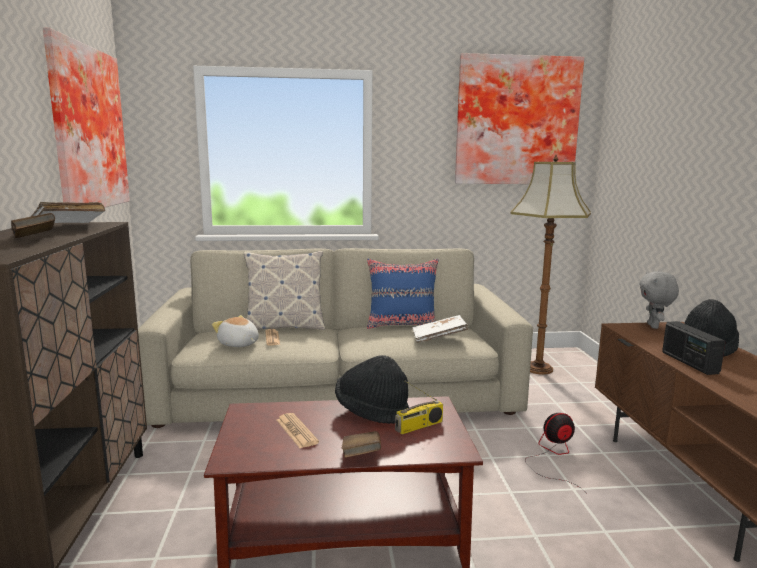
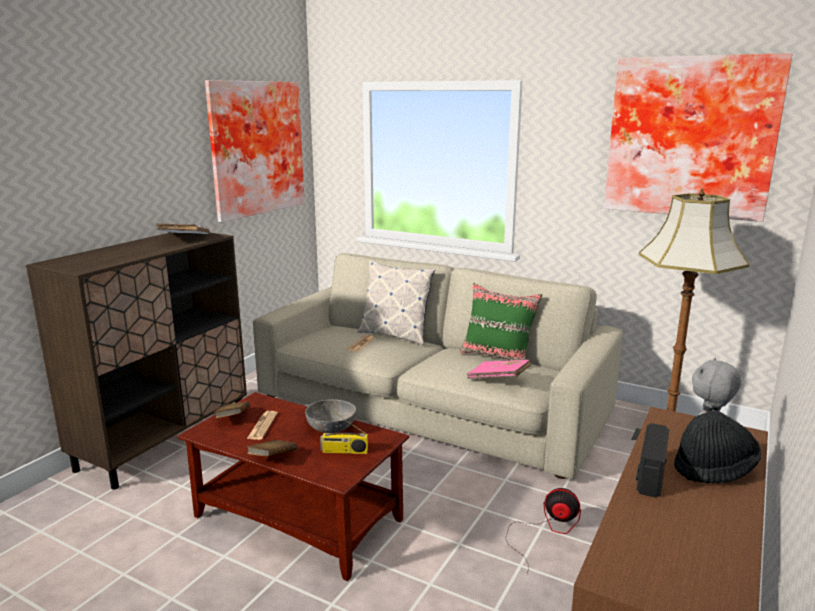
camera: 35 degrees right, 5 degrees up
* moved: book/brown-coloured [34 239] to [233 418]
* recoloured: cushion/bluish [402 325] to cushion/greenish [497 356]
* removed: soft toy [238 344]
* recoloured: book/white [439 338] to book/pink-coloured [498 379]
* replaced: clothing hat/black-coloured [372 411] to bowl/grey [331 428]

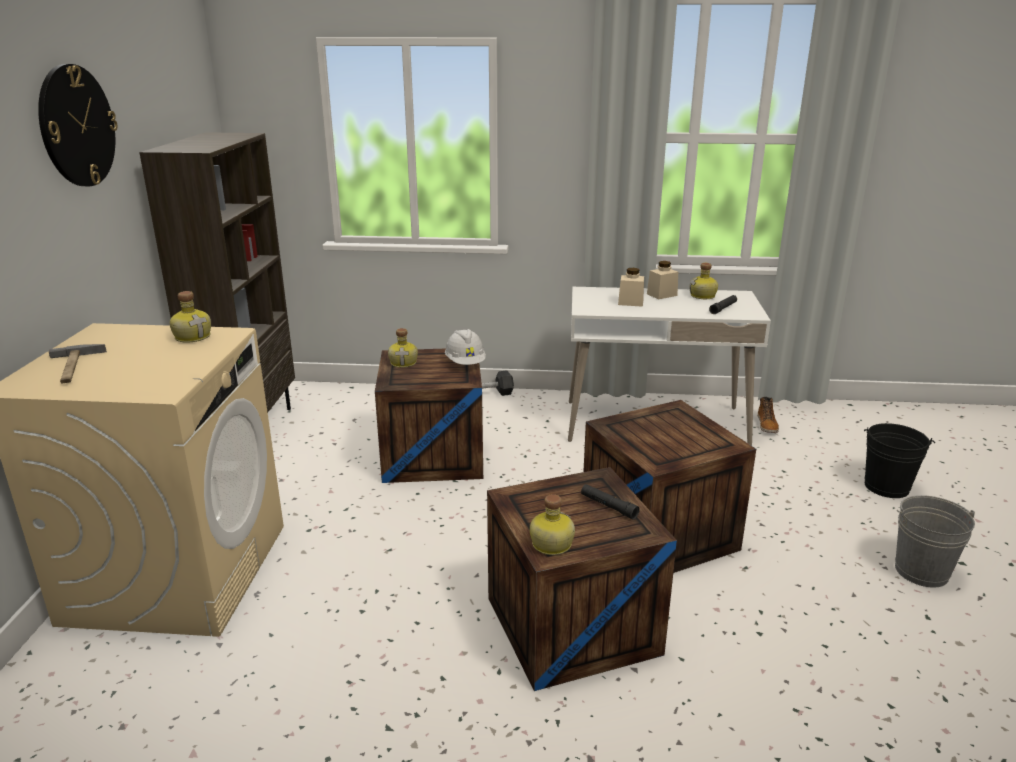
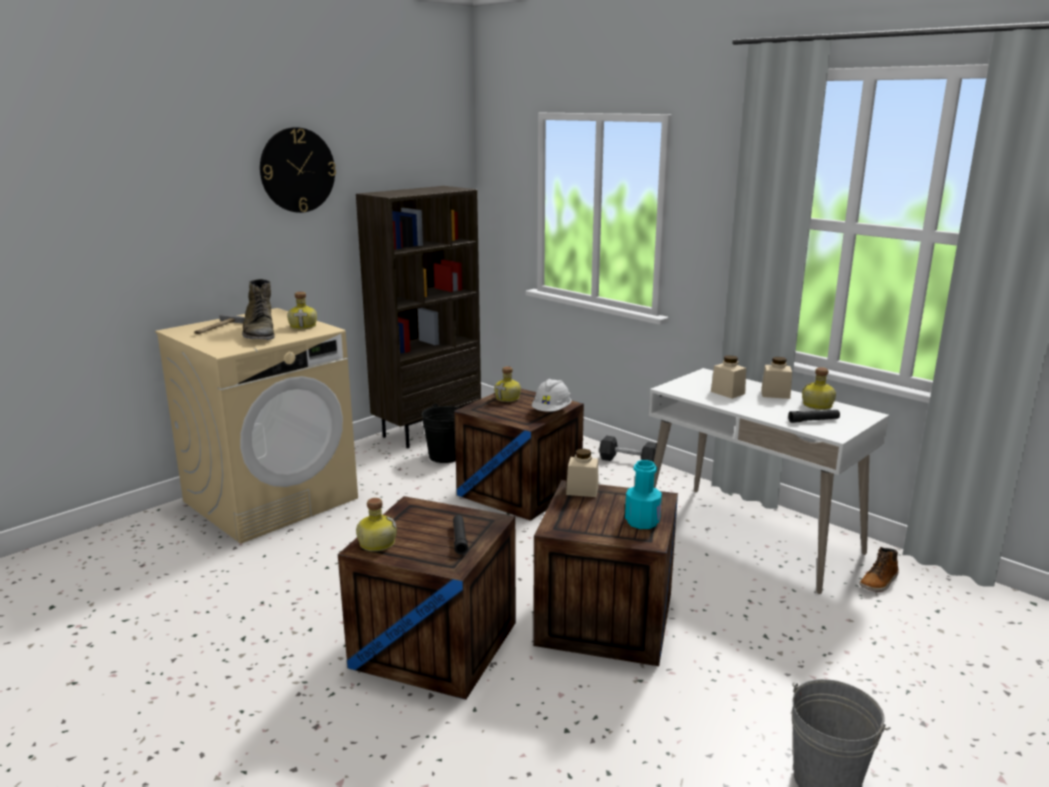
camera: 40 degrees right, 5 degrees down
* moved: bucket/black-coloured [886 486] to [445 456]
* added: high-top boot/greenish [260 333]
* added: storage jar/beige [582 490]
* added: drink bottle/blue-green [642 522]

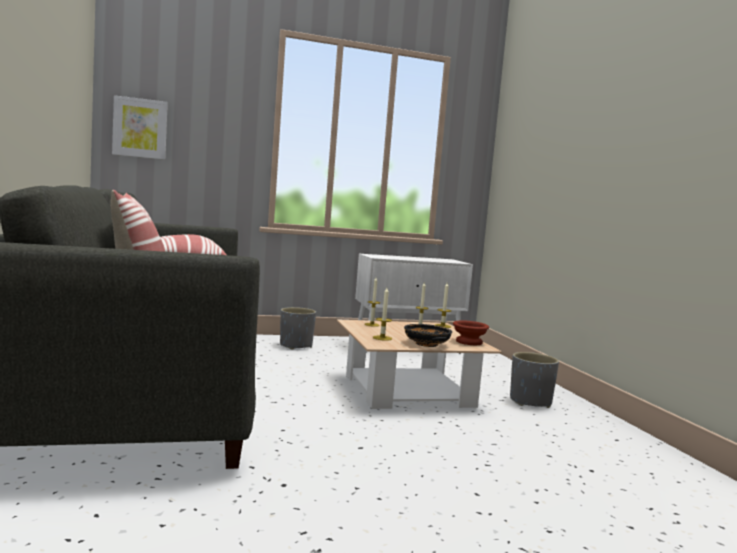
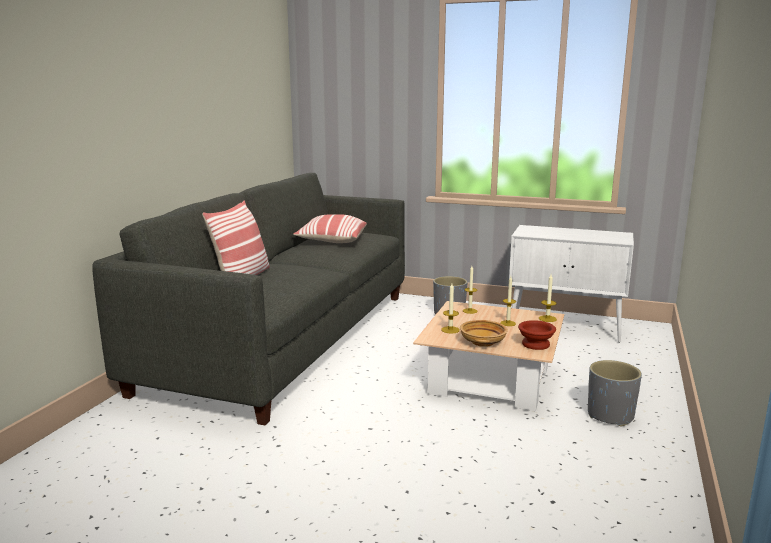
camera: 35 degrees right, 10 degrees up
* removed: wall art [140 128]
* recoloured: bowl/black-coloured [427 344] to bowl/beige [483 342]

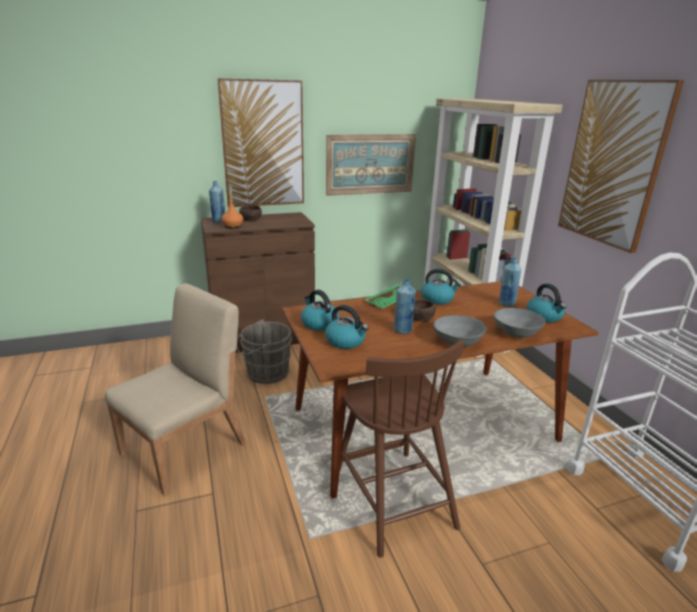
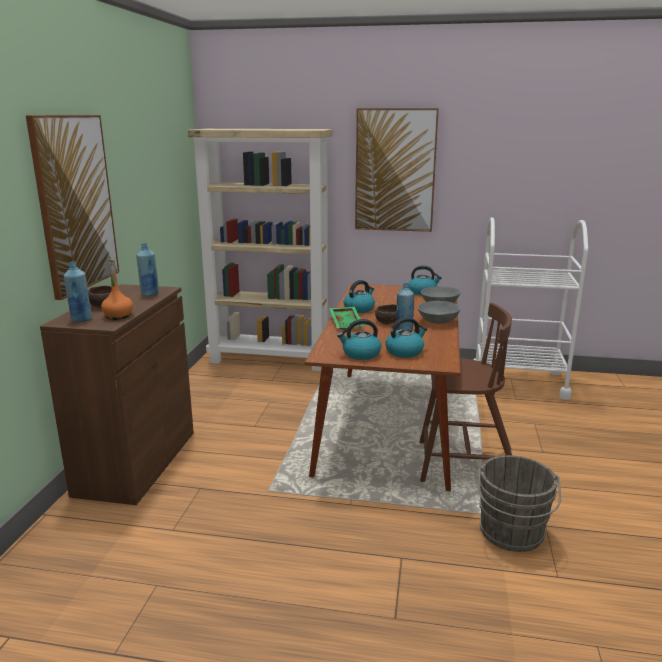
camera: 60 degrees left, 5 degrees down
* removed: wall art [370 164]
* moved: drink bottle/bluish [506 304] to [149 294]
* removed: upright chair/beige [186 447]
* moved: bucket/grey [265 373] to [511 534]

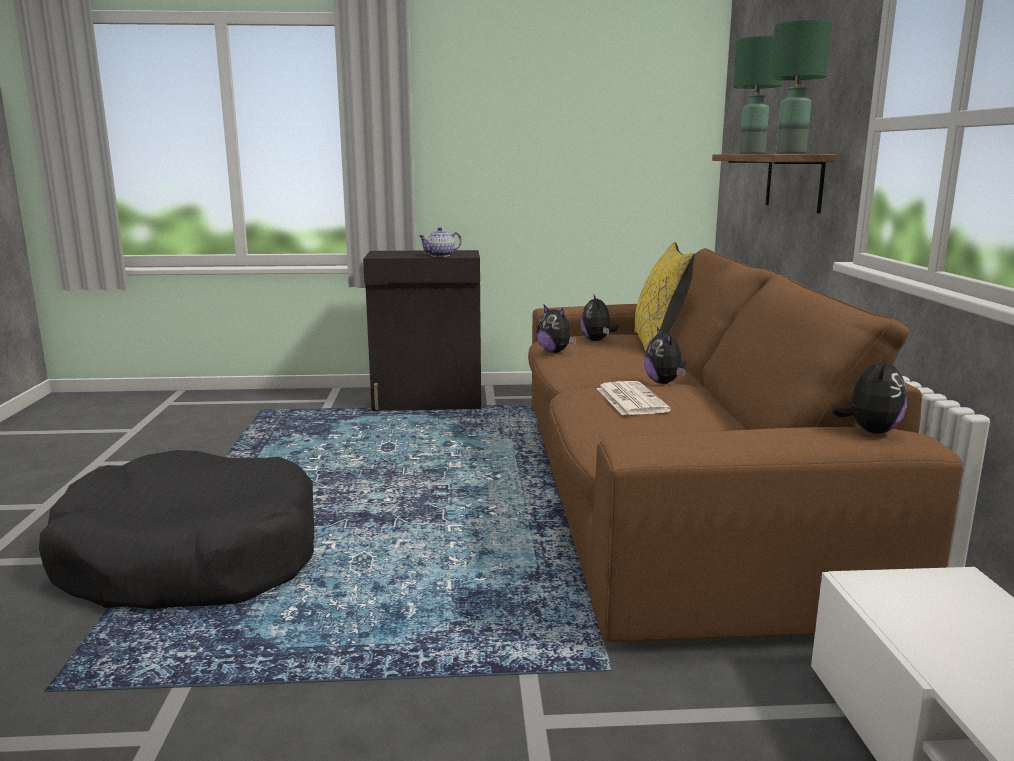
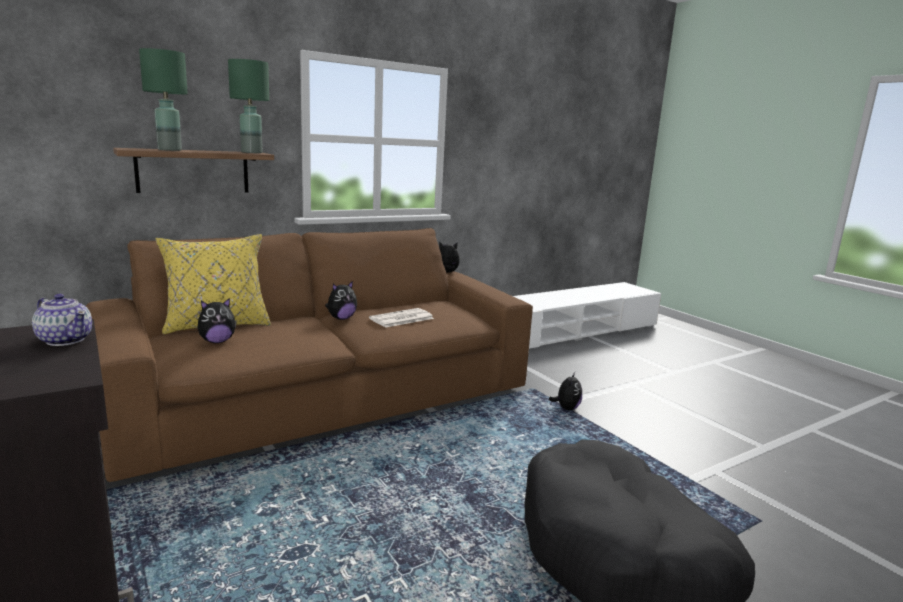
camera: 120 degrees left, 0 degrees up
* moved: soft toy [555 352] to [566 408]

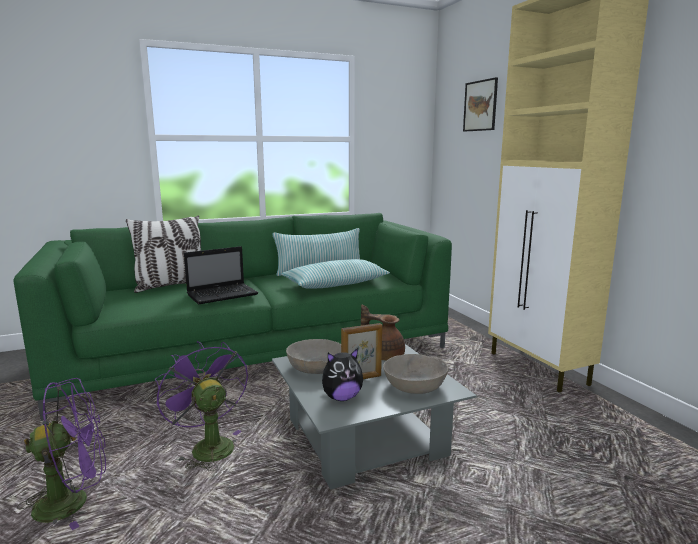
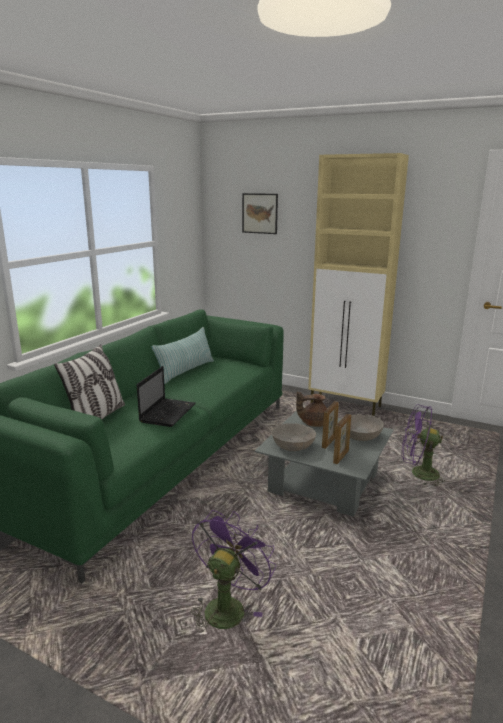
camera: 40 degrees left, 5 degrees up
* removed: cushion [336 284]
* moved: electric fan/purple [207 446] to [418 473]
* replaced: soft toy [341 397] to photo frame [341 457]

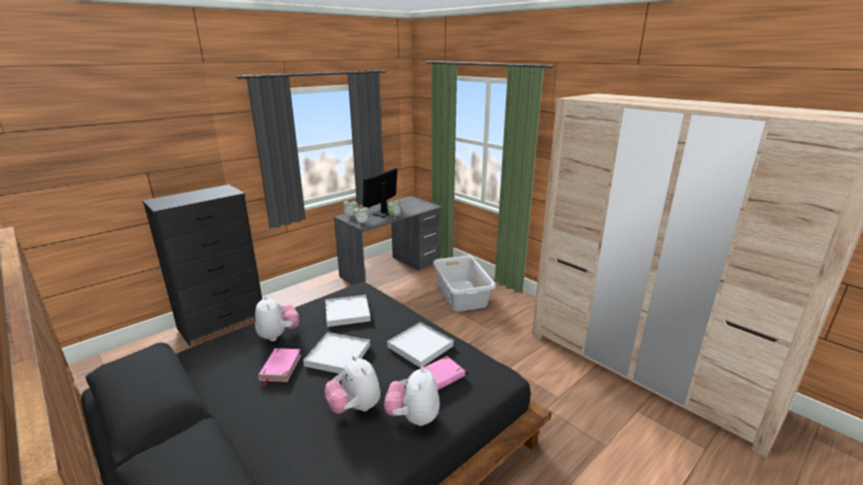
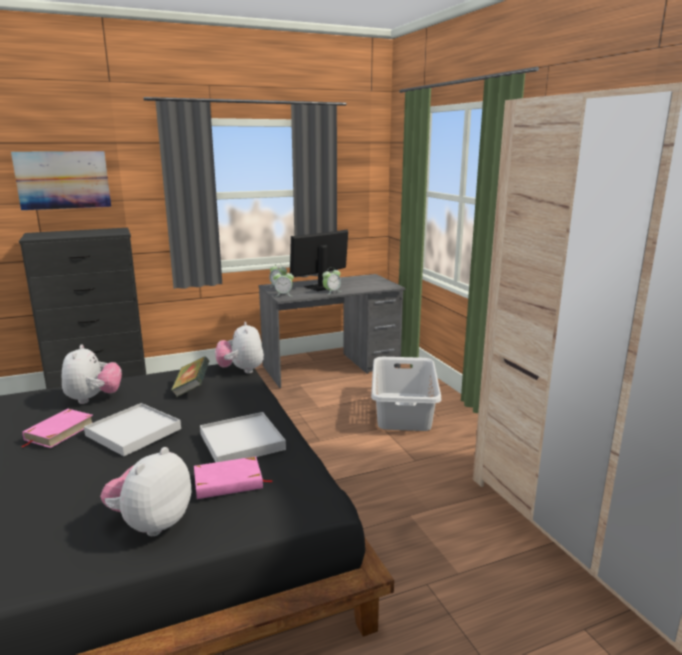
camera: 20 degrees right, 5 degrees down
* replaced: carrying tray/white [347 312] to book [191 389]
* moved: soft toy [355 407] to [241 370]
* added: wall art [63 180]

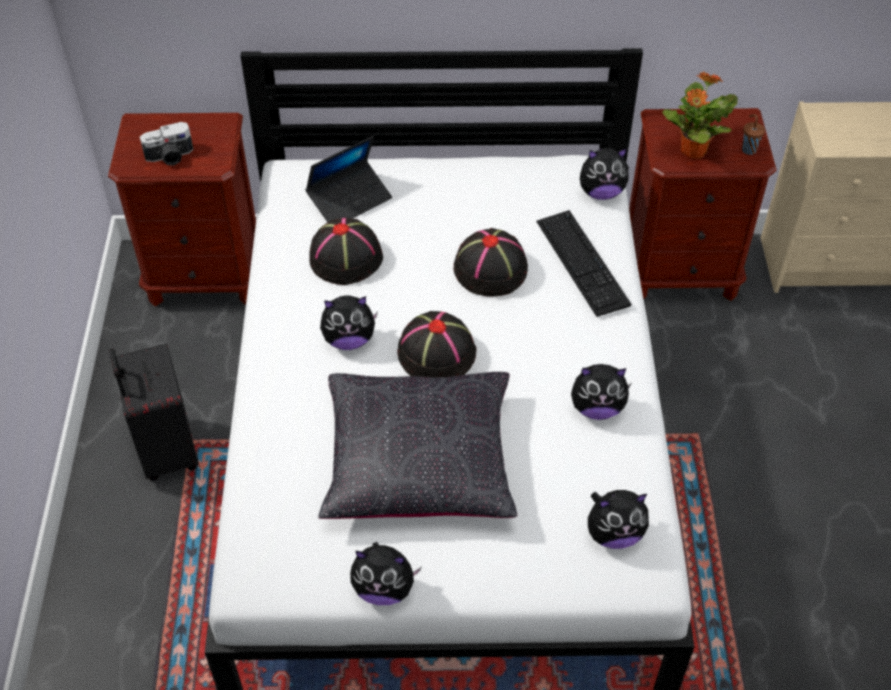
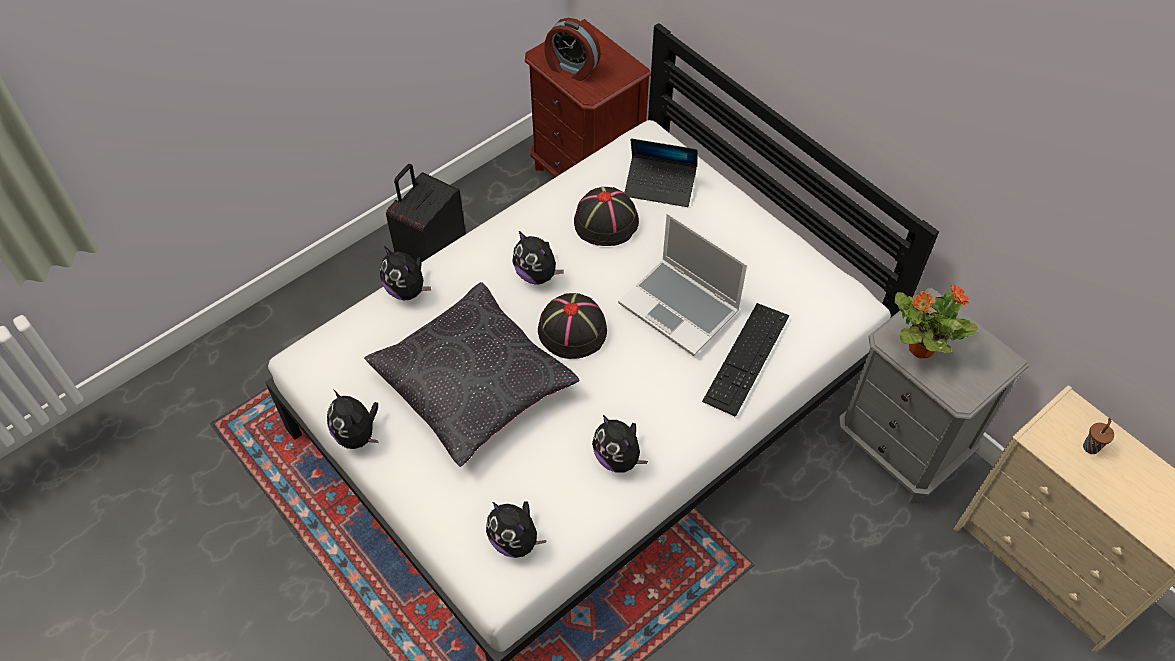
camera: 50 degrees right, 5 degrees up
* recoloured: bedside table/brown-coloured [680 272] to bedside table/grey [900 448]
* moved: small cup/brown-coloured [748 149] to [1091 446]
* replaced: still camera [170 157] to bedside clock [571 68]
* moved: soft toy [601 192] to [407 290]
* replaced: clothing hat/black-coloured [491 268] to laptop [681 308]

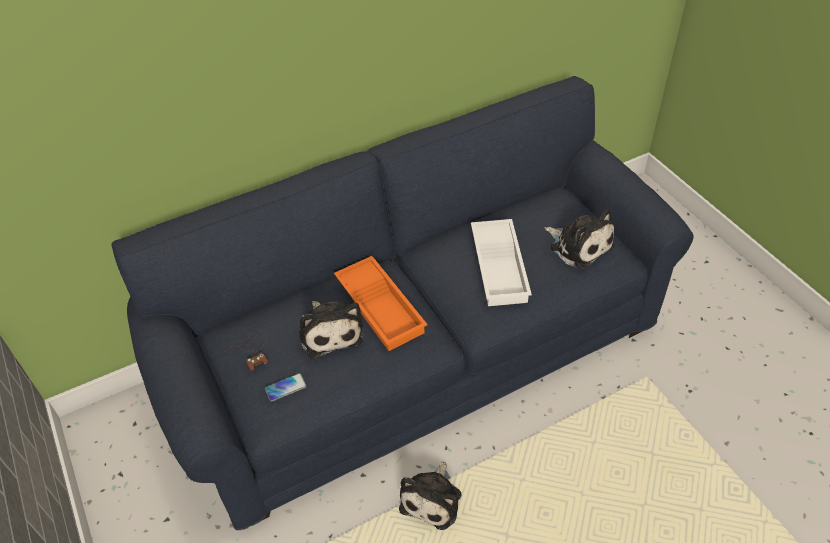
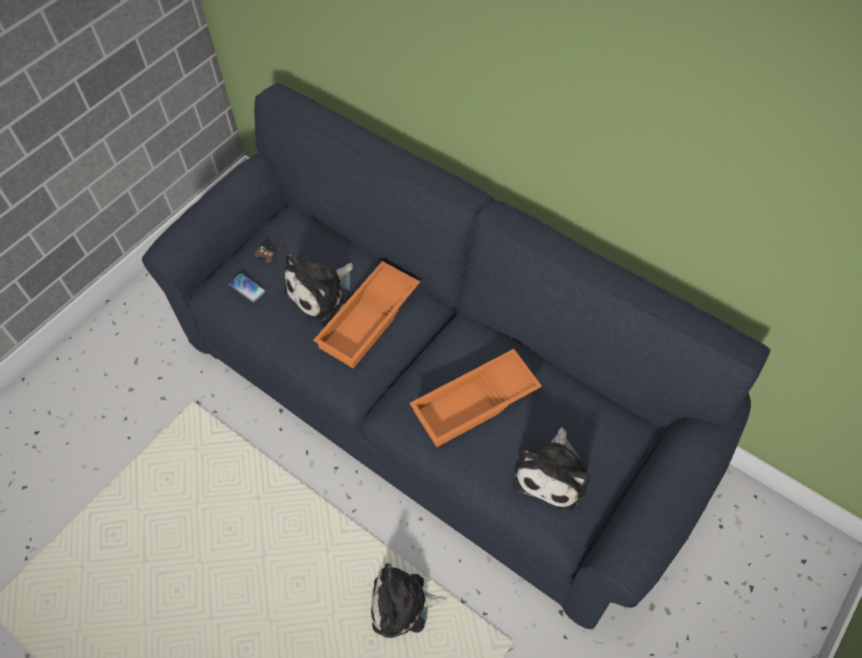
camera: 65 degrees right, 10 degrees up
* recoloured: carrying tray/white [501 267] to carrying tray/orangey [475 404]
* moved: soft toy [433 498] to [404 605]

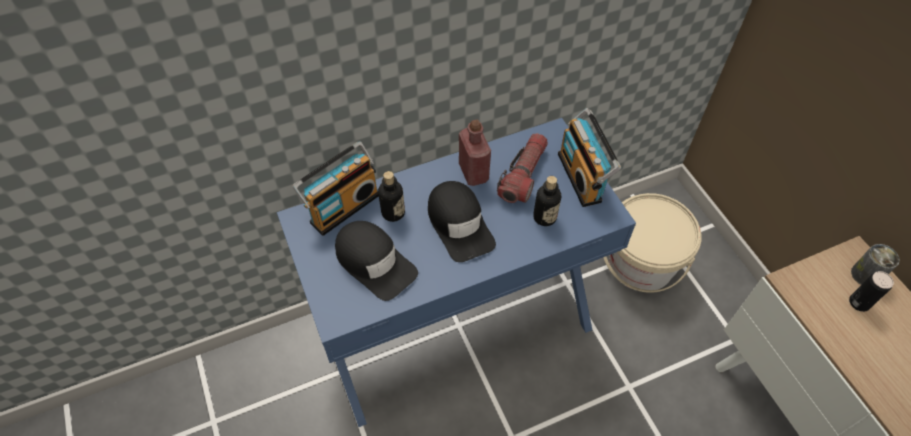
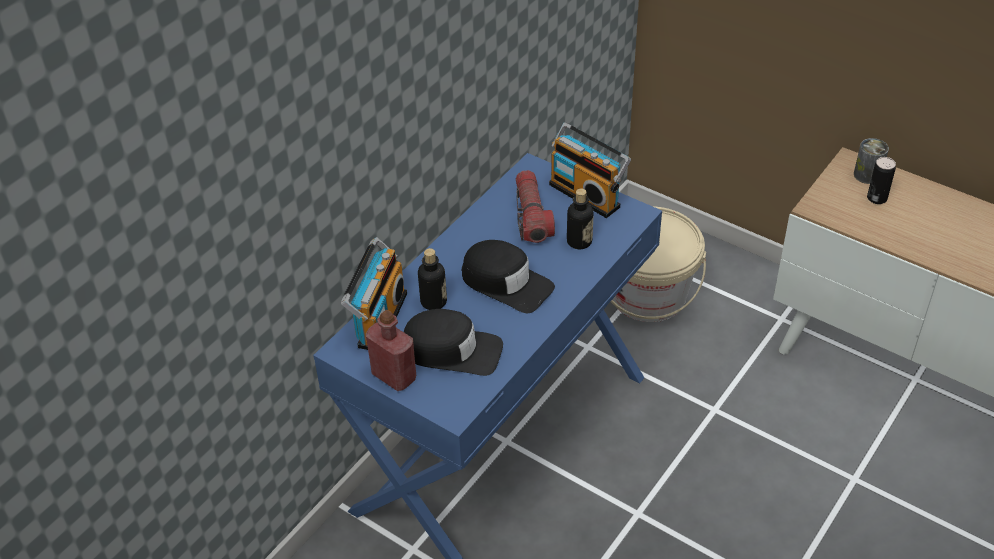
camera: 30 degrees left, 10 degrees down
* moved: drink bottle/red-coloured [473 172] to [394 376]

